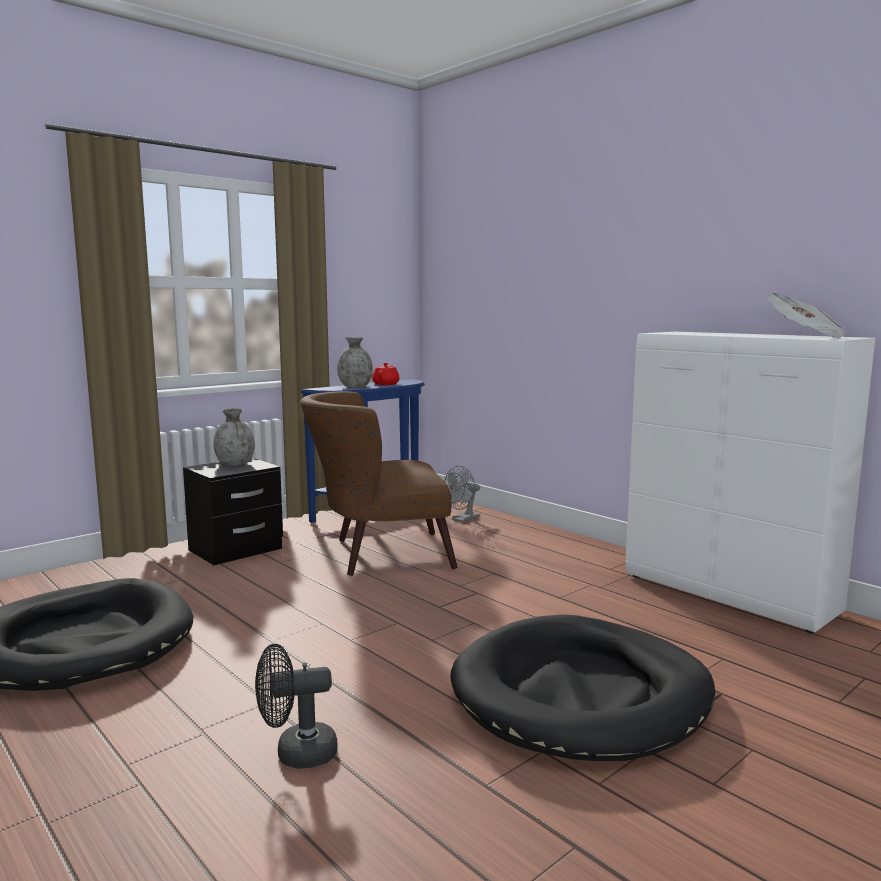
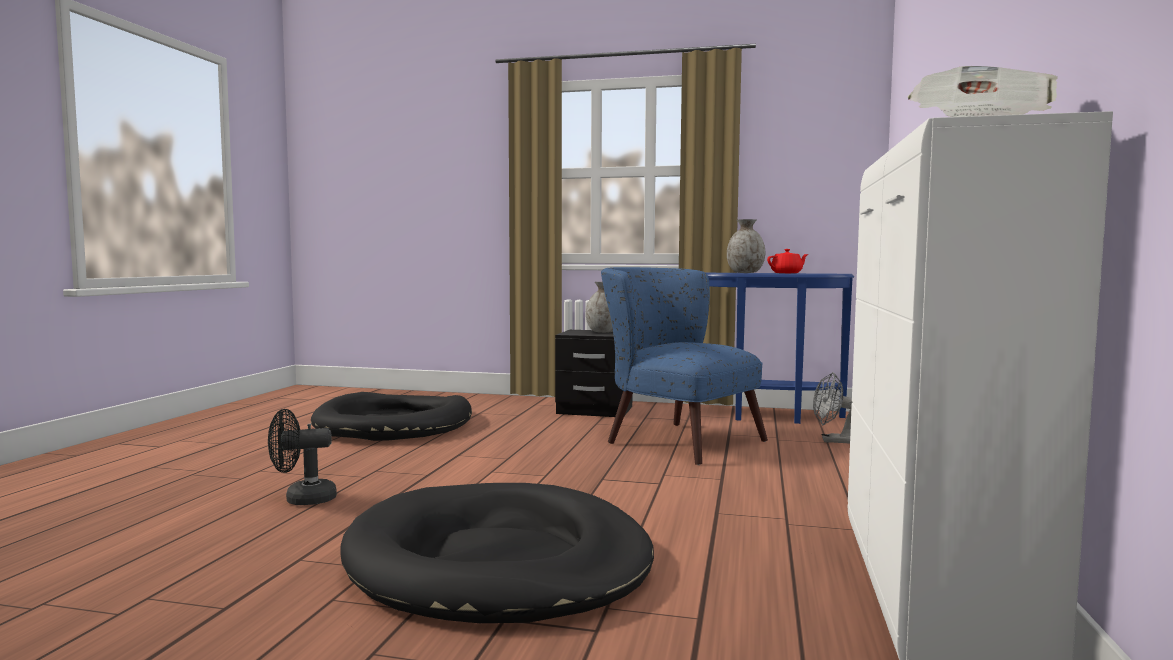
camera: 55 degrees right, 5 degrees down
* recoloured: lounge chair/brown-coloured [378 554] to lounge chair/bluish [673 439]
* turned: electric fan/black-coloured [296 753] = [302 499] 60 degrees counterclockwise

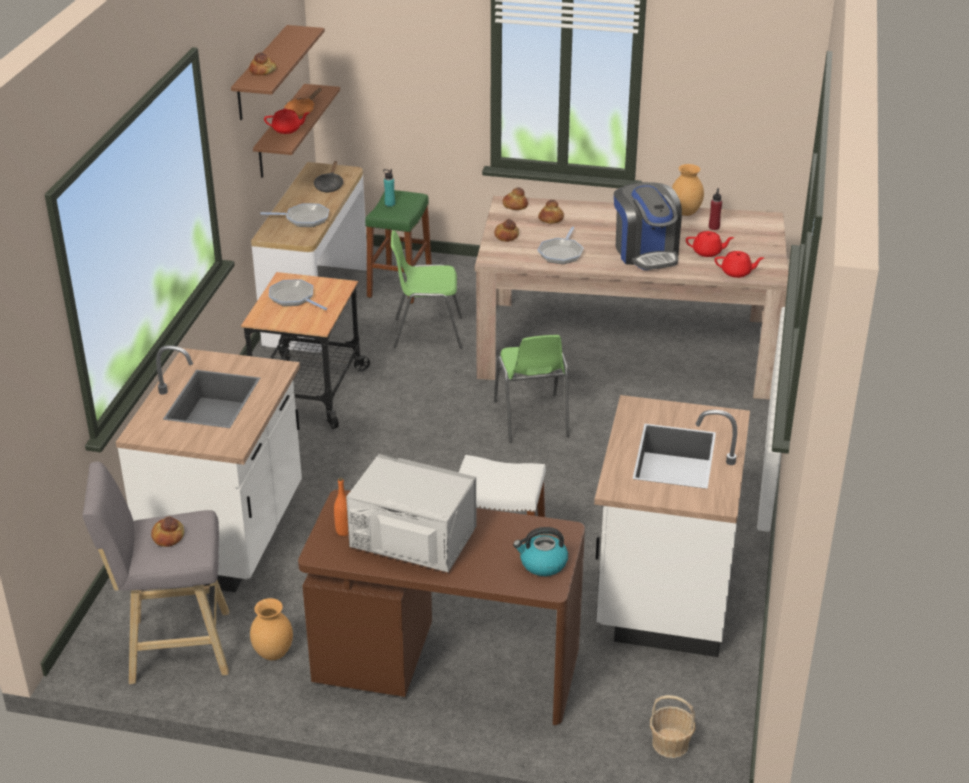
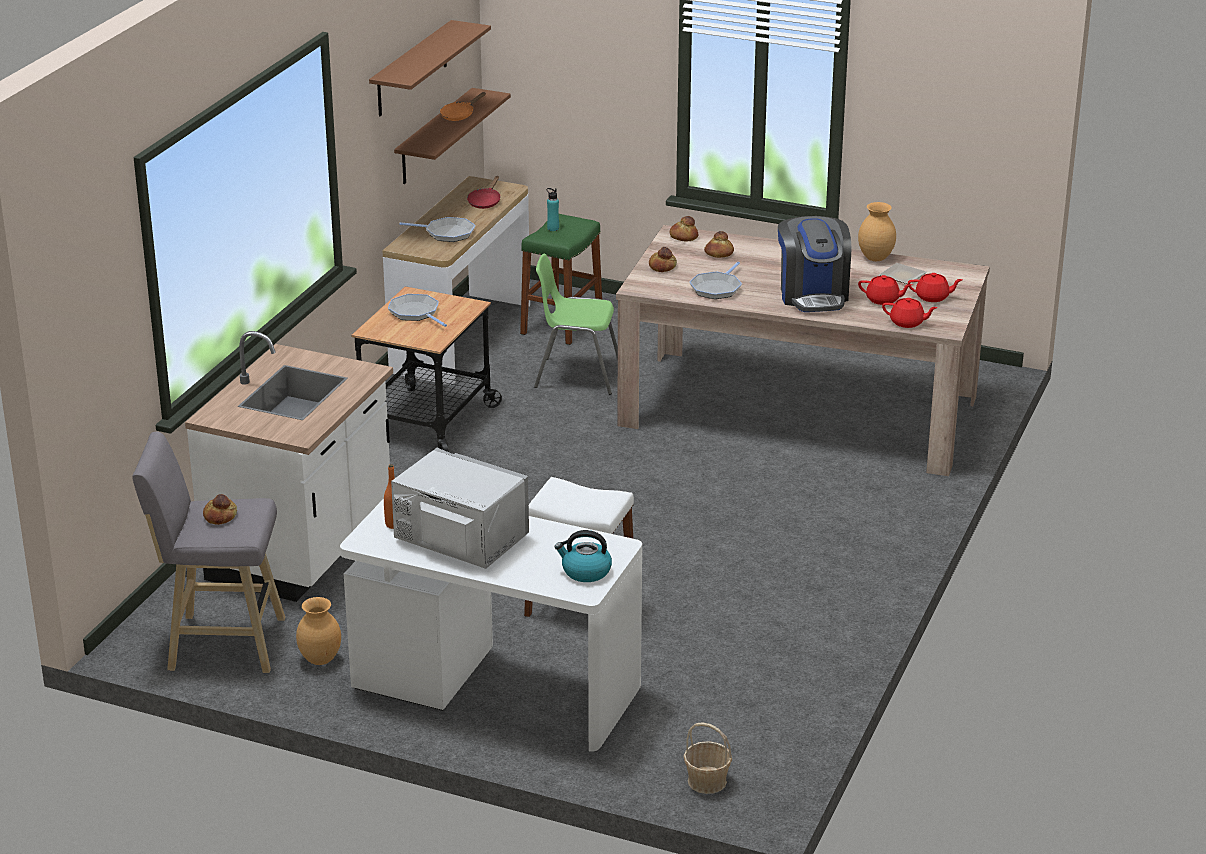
camera: 10 degrees right, 5 degrees down
* removed: bread [263 71]
* moved: teapot/red-coloured [287 130] to [933 297]
* recoloured: frying pan/black-coloured [329 185] to frying pan/red-coloured [485 202]
* replaced: drink bottle/red-coloured [714 227] to dinner plate [902 275]
* removed: upright chair/greenish [531 419]
* removed: kitchen counter/white [662 590]
* recoloured: desk/brown-coloured [445 666] to desk/white [494 689]

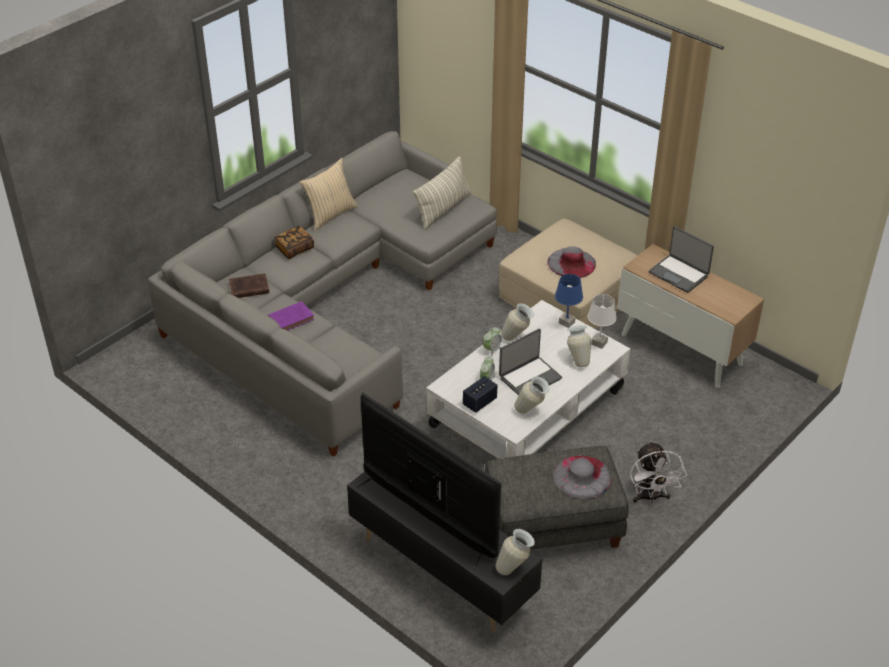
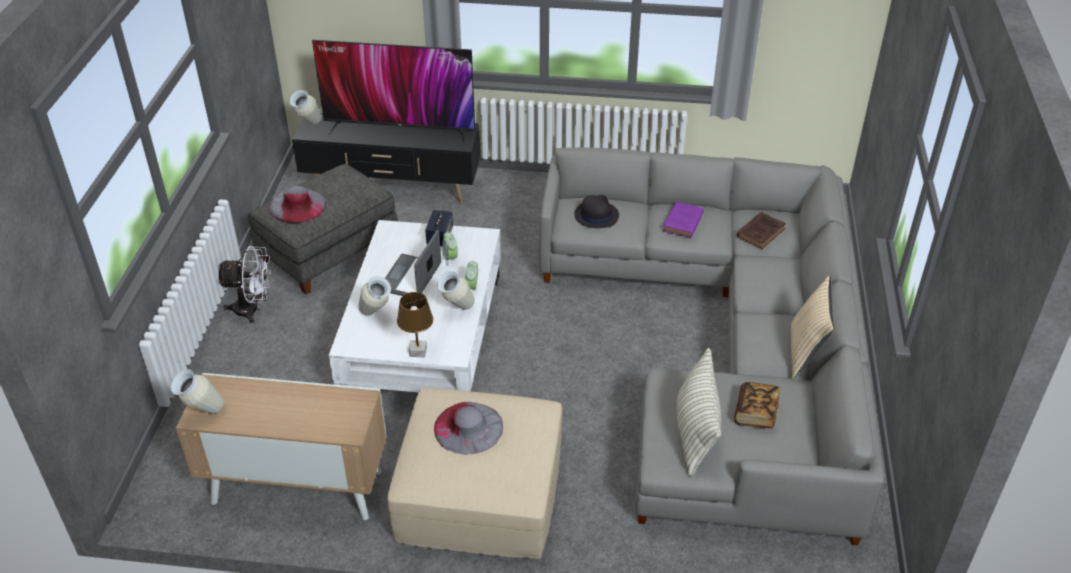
camera: 145 degrees right, 0 degrees up
* moved: book [294 249] to [755 413]
* removed: laptop [679 274]
* recoloured: table lamp/bluish [566 323] to table lamp/brown-coloured [418 352]
* removed: table lamp/white [599 343]
* moved: vase [531 412] to [202 413]
* turned: electric fan/white [650 497] = [253 309] 135 degrees clockwise
* added: clothing hat/black-coloured [596 215]

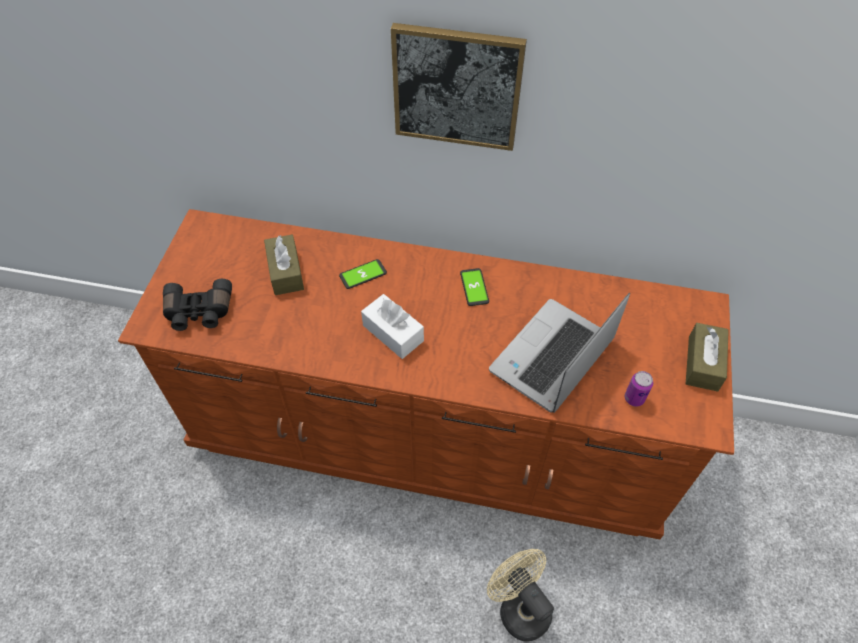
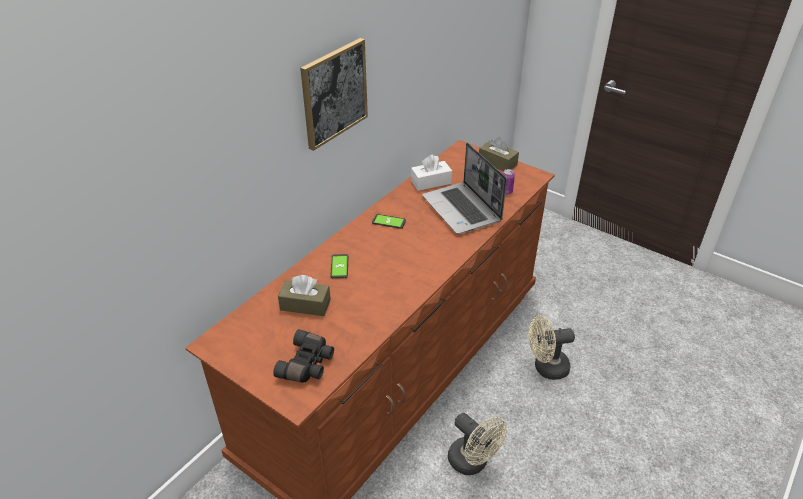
camera: 65 degrees left, 15 degrees down
* moved: box of tissues/white [393 333] to [431 182]
* added: electric fan/beige [473 462]

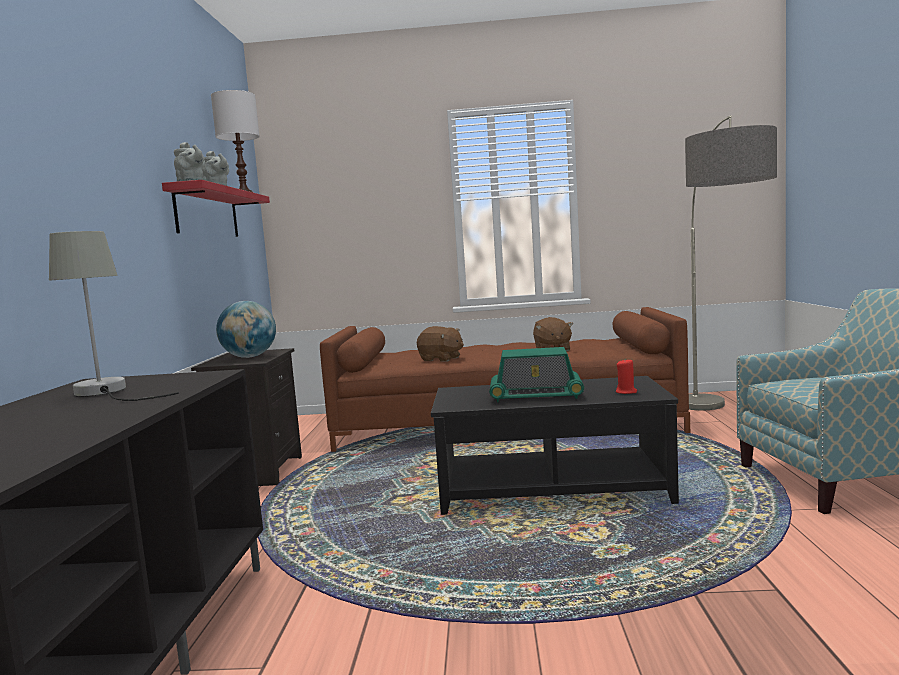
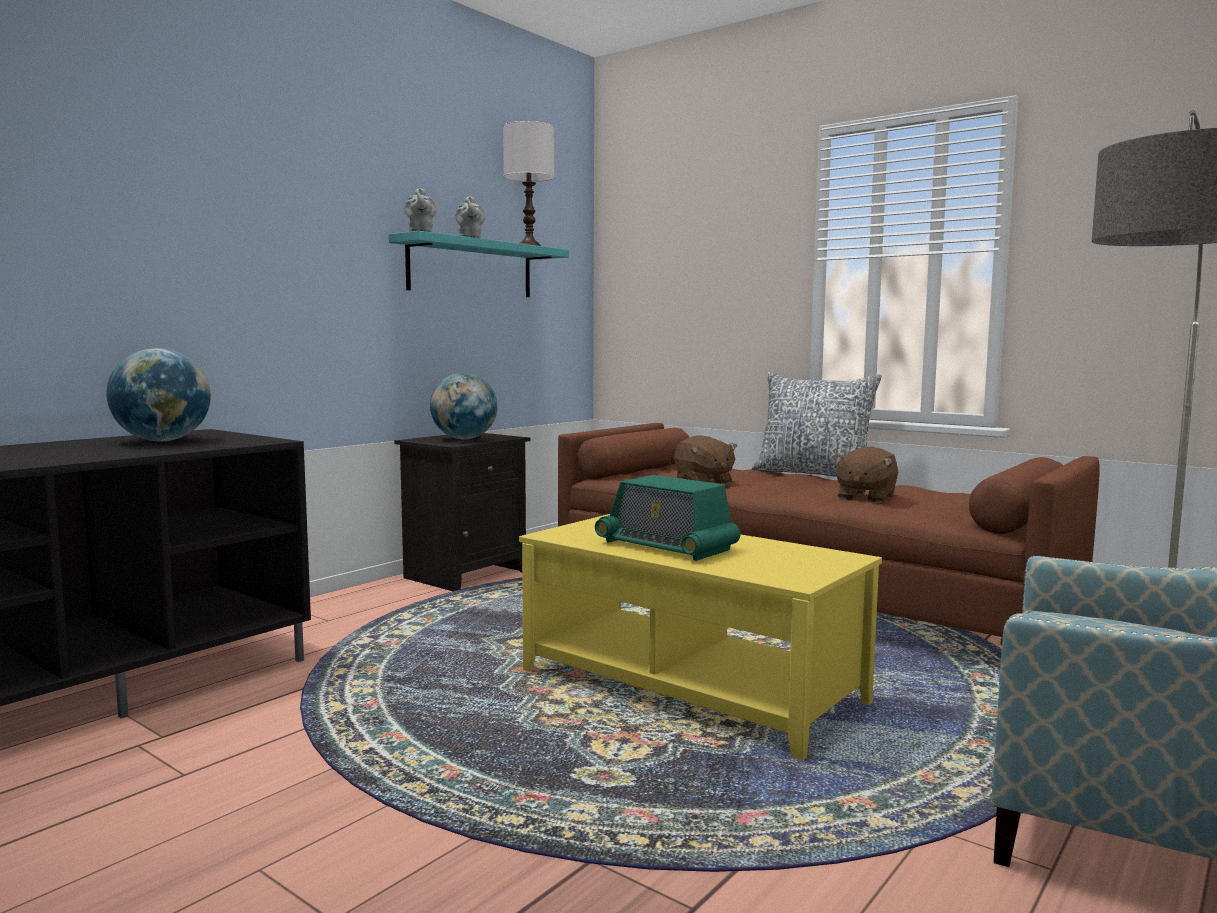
camera: 35 degrees right, 0 degrees up
* recoloured: shelf/red-coloured [207 213] to shelf/blue-green [471 268]
* replaced: table lamp/grey [106 392] to world globe [163 441]
* removed: wax light/red-coloured [626 392]
* recoloured: low table/black-coloured [552 489] to low table/yellowish [691 686]
* added: cushion [813 474]

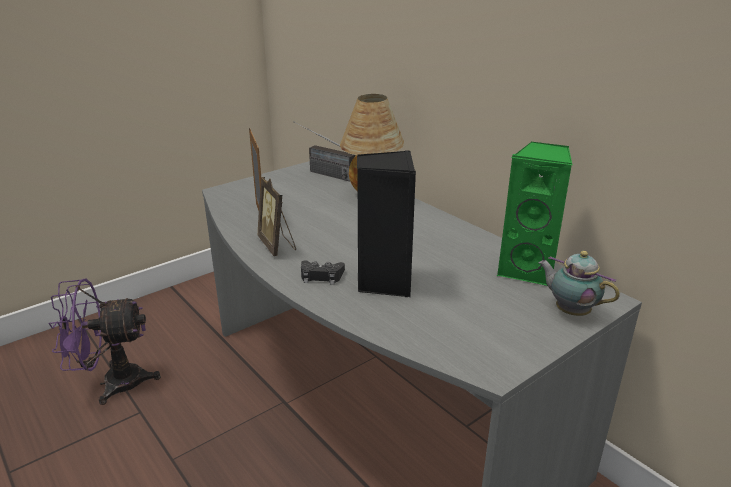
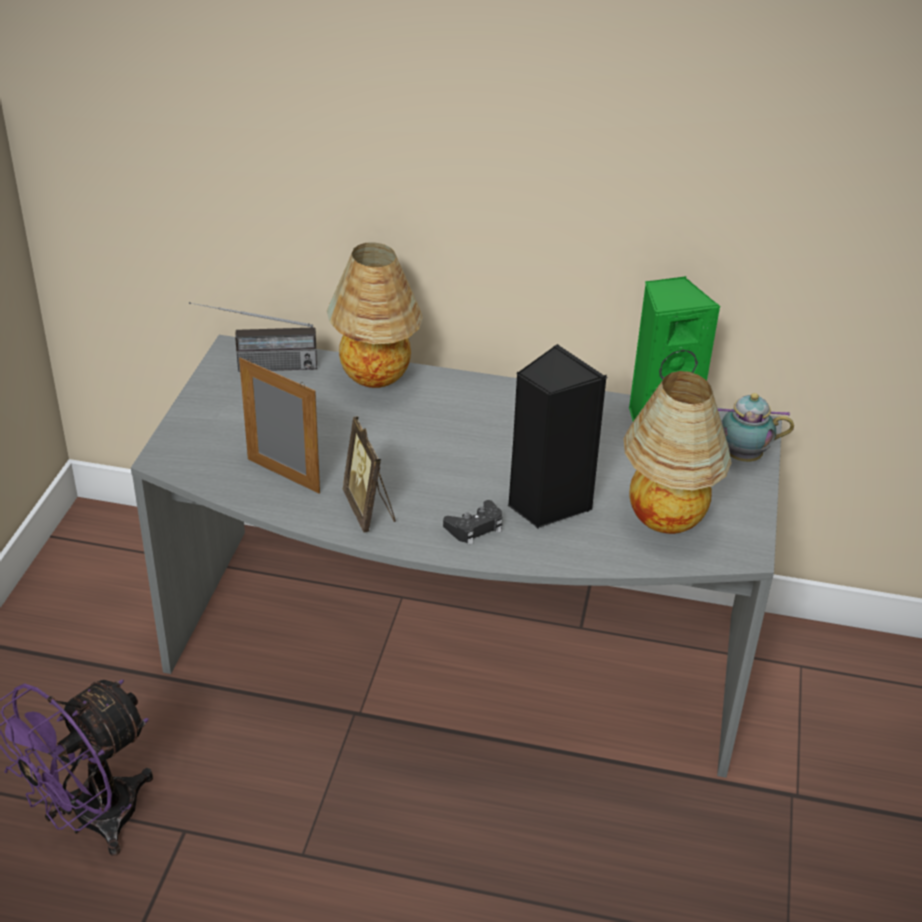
camera: 40 degrees left, 10 degrees up
* turned: photo frame [277 245] = [370 510] 45 degrees clockwise
* added: table lamp [664 521]

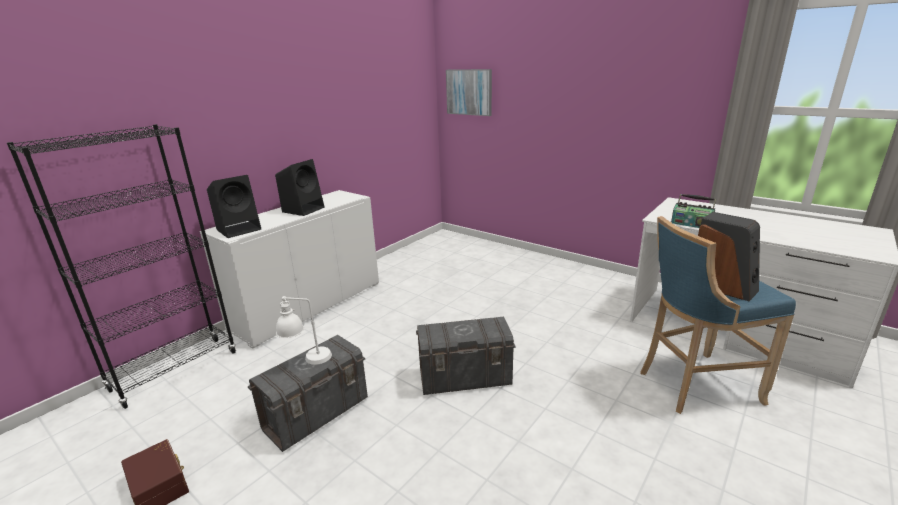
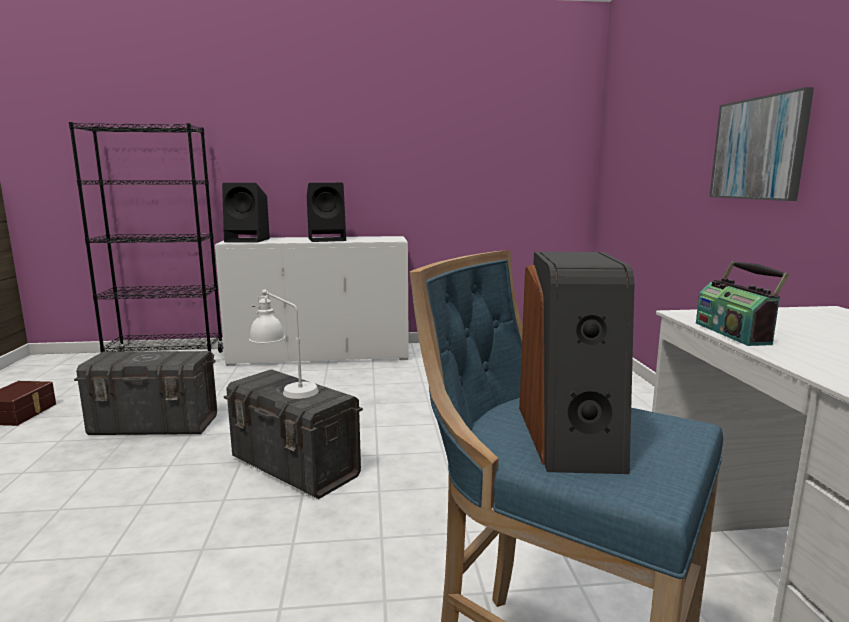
camera: 45 degrees right, 10 degrees down
* moved: wall art [469 92] to [758 149]
* moved: table lamp/white [308 361] to [285 392]

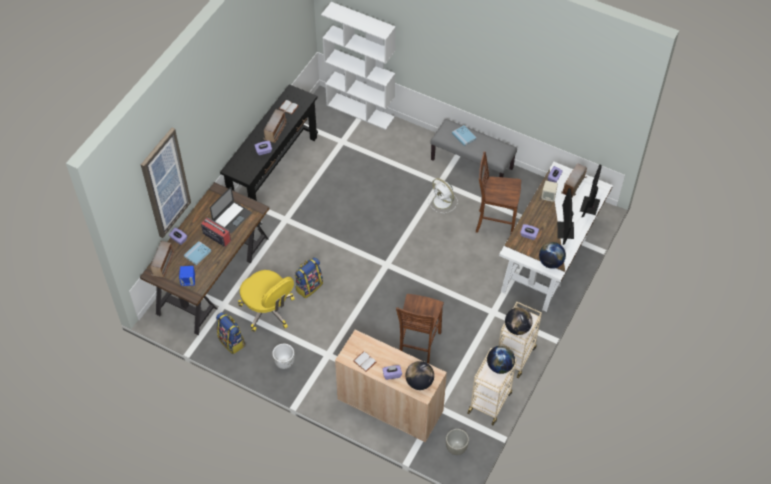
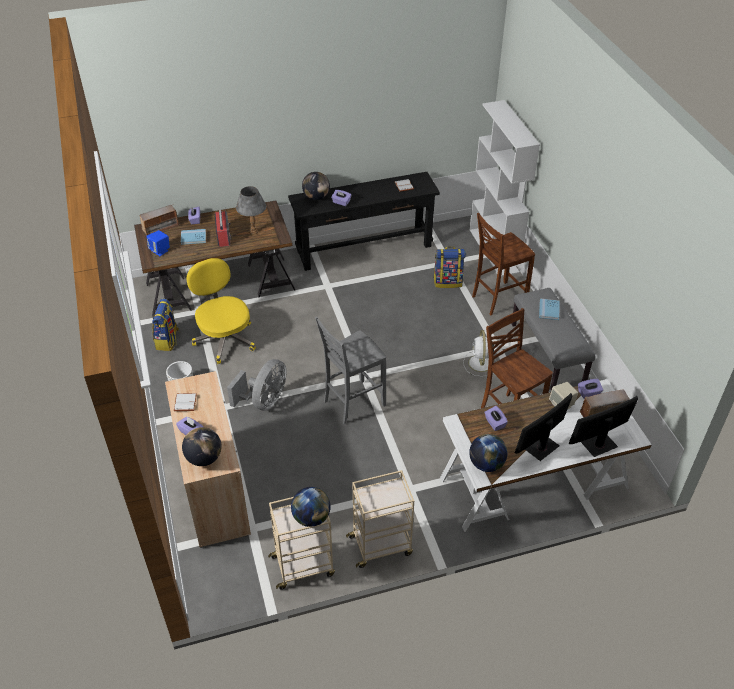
camera: 45 degrees right, 10 degrees down
* removed: radio receiver [275 131]
* removed: wall art [165 183]
* replaced: laptop [232 217] to table lamp/grey [254 231]
* moved: rucksack [309 286] to [448 282]
* turned: office chair/yellowish [268 310] = [225 339] 150 degrees clockwise
* moved: upright chair/brown-coloured [418 346] to [497 299]
* moved: world globe [517 328] to [316 197]
* removed: planter/grey [456 448]
* added: upright chair/grey [352 403]
* added: electric fan/grey [264 401]

